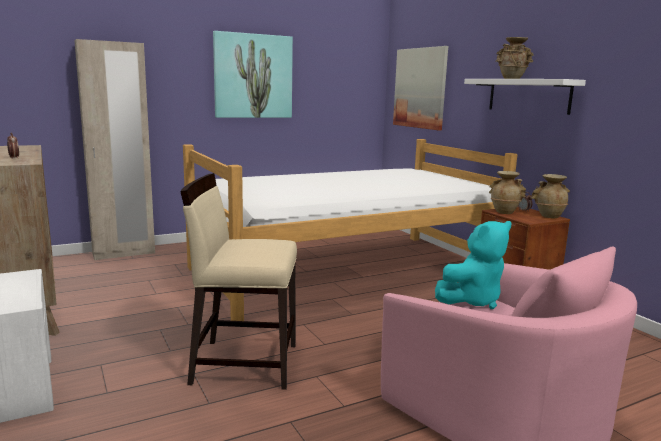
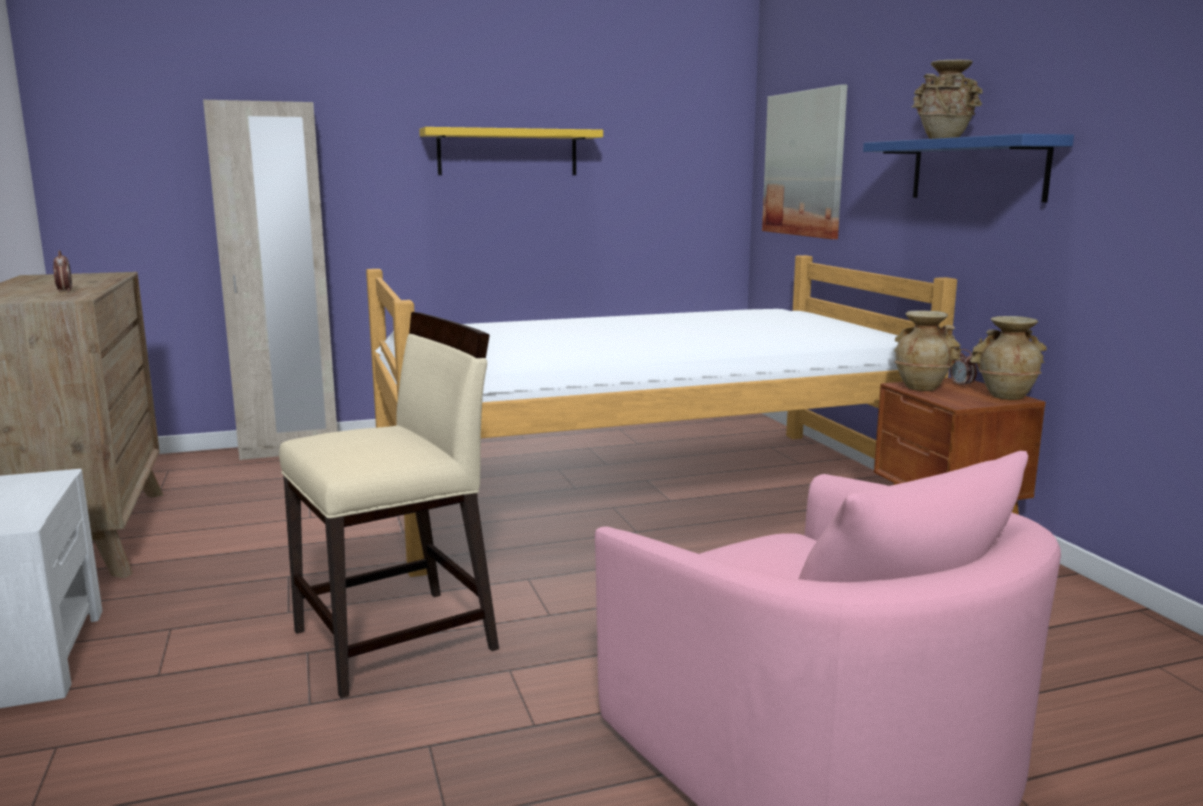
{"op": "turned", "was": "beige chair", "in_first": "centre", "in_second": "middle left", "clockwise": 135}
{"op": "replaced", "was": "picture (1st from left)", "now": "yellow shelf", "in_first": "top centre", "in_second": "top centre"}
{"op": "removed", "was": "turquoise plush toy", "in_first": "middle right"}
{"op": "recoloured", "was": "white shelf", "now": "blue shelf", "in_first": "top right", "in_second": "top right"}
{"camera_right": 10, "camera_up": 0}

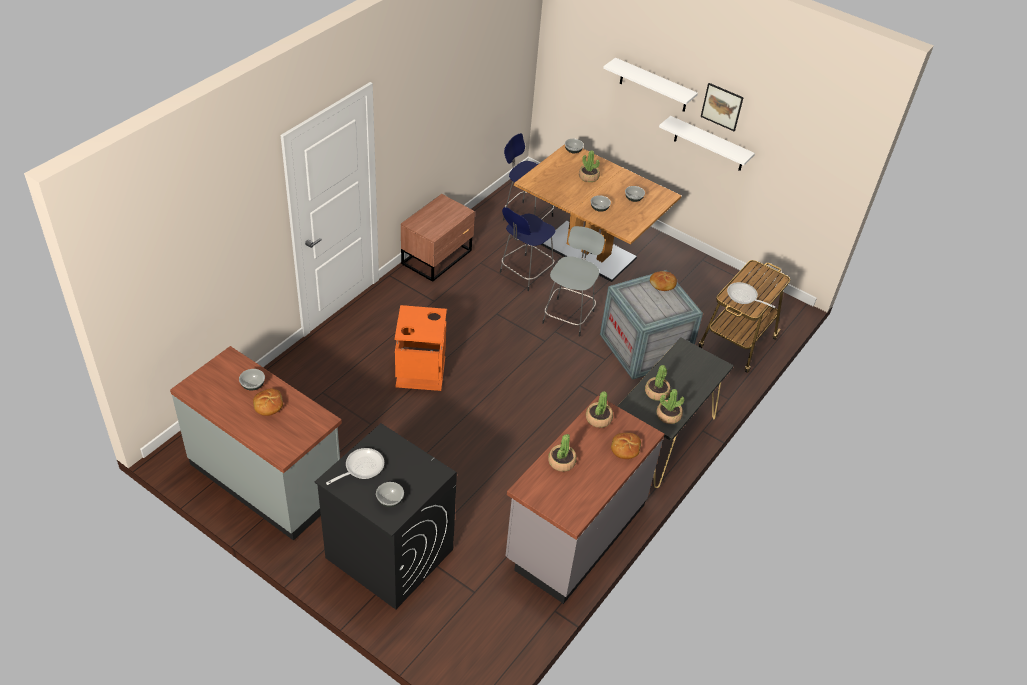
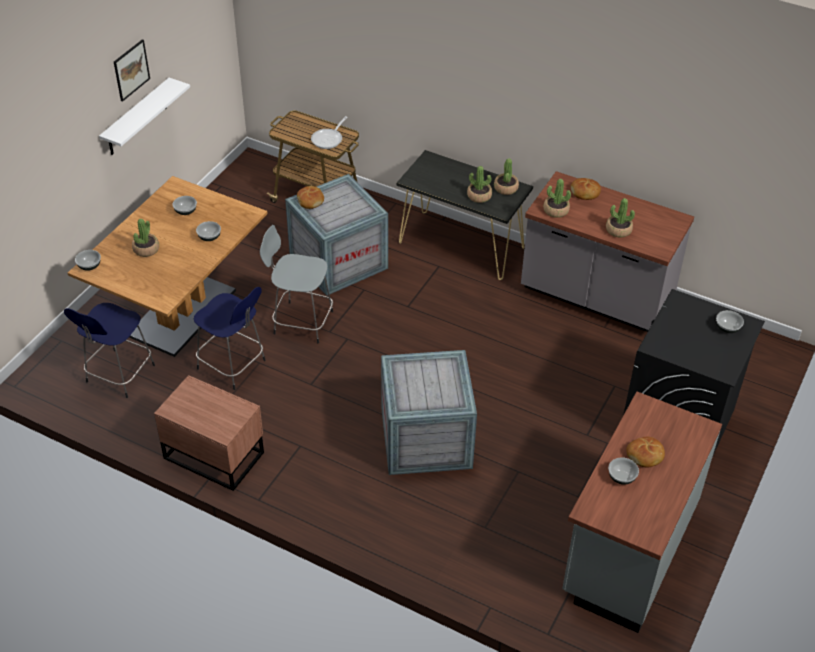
{"op": "removed", "was": "frying pan (1st from left)", "in_first": "bottom centre"}
{"op": "replaced", "was": "orange trash can", "now": "crate (2nd from left)", "in_first": "centre", "in_second": "centre"}
{"op": "removed", "was": "white shelf (1st from left)", "in_first": "top centre"}
{"camera_right": -95, "camera_up": 0}

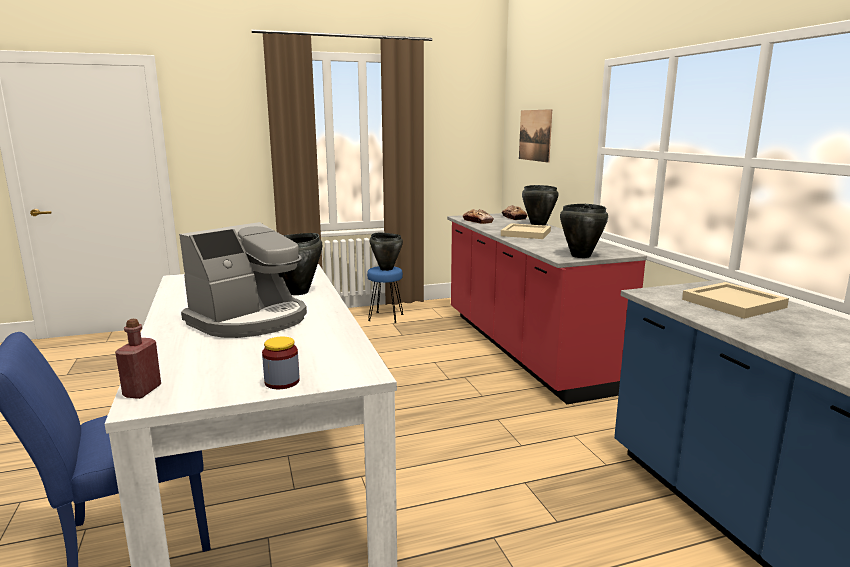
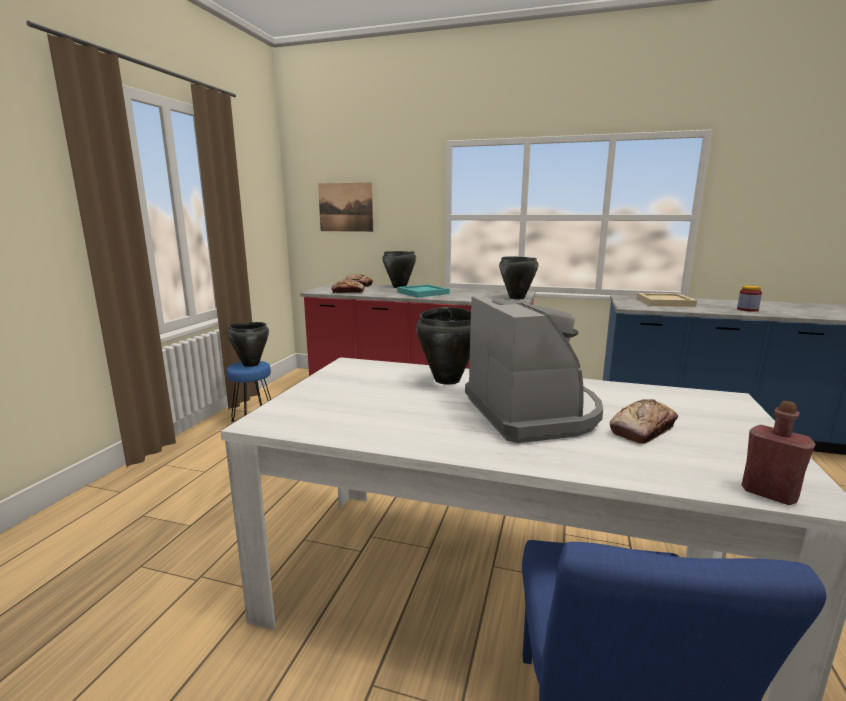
{"op": "moved", "was": "jar", "in_first": "middle left", "in_second": "middle right"}
{"op": "recoloured", "was": "beige tray (1st from left)", "now": "turquoise tray", "in_first": "centre", "in_second": "centre"}
{"op": "added", "now": "bread (3rd from left)", "in_second": "middle right"}
{"camera_right": -55, "camera_up": 0}

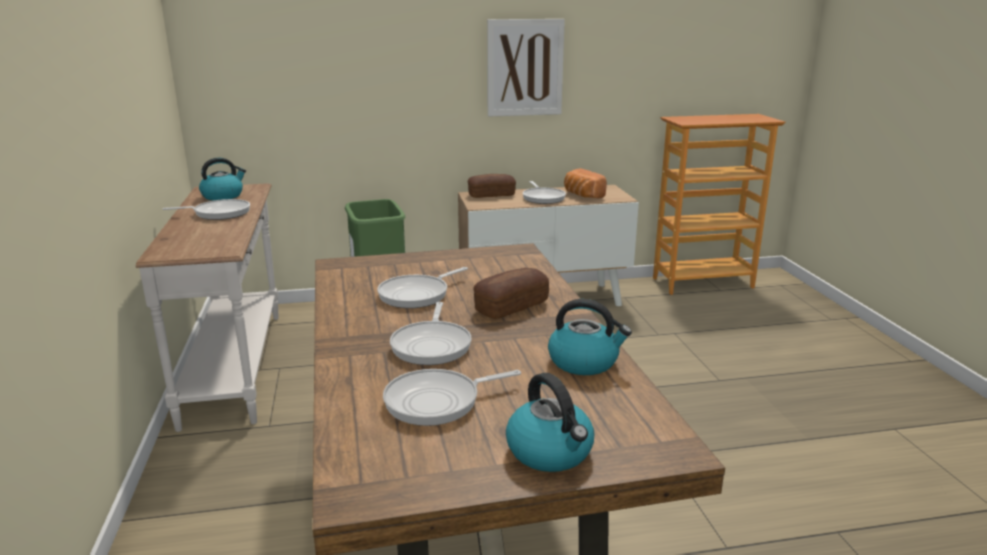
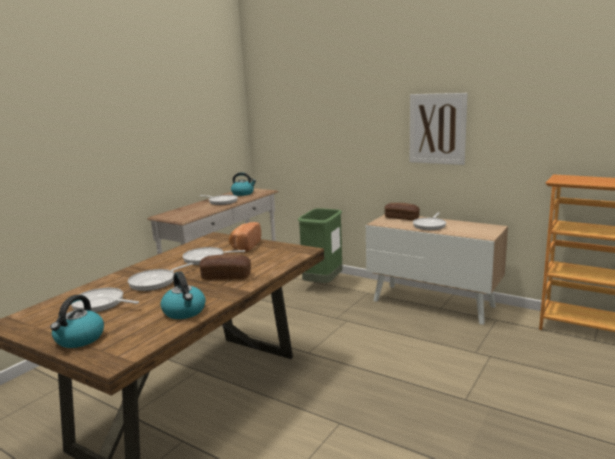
{"op": "moved", "was": "bread (3rd from left in the first image)", "now": "bread (2nd from left)", "in_first": "top centre", "in_second": "centre"}
{"camera_right": 45, "camera_up": -5}

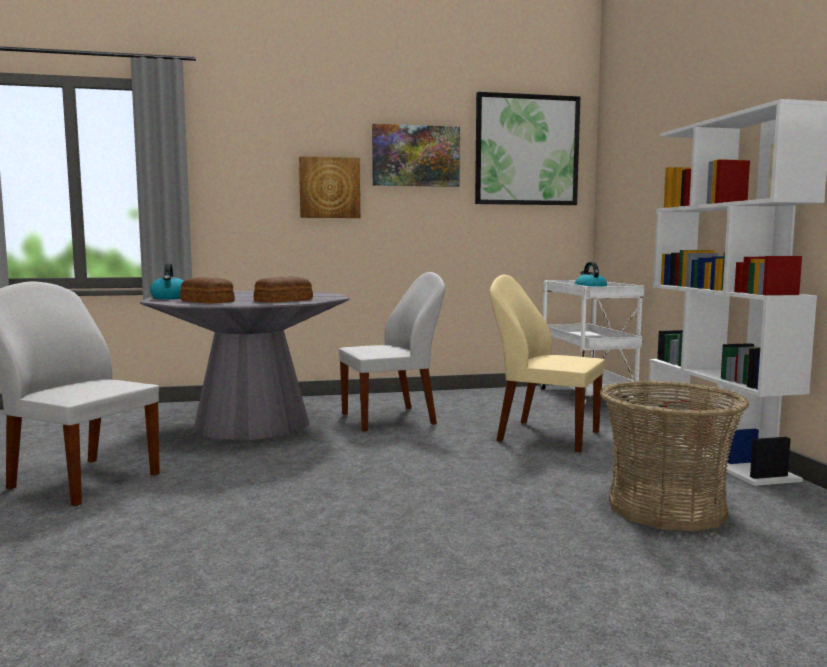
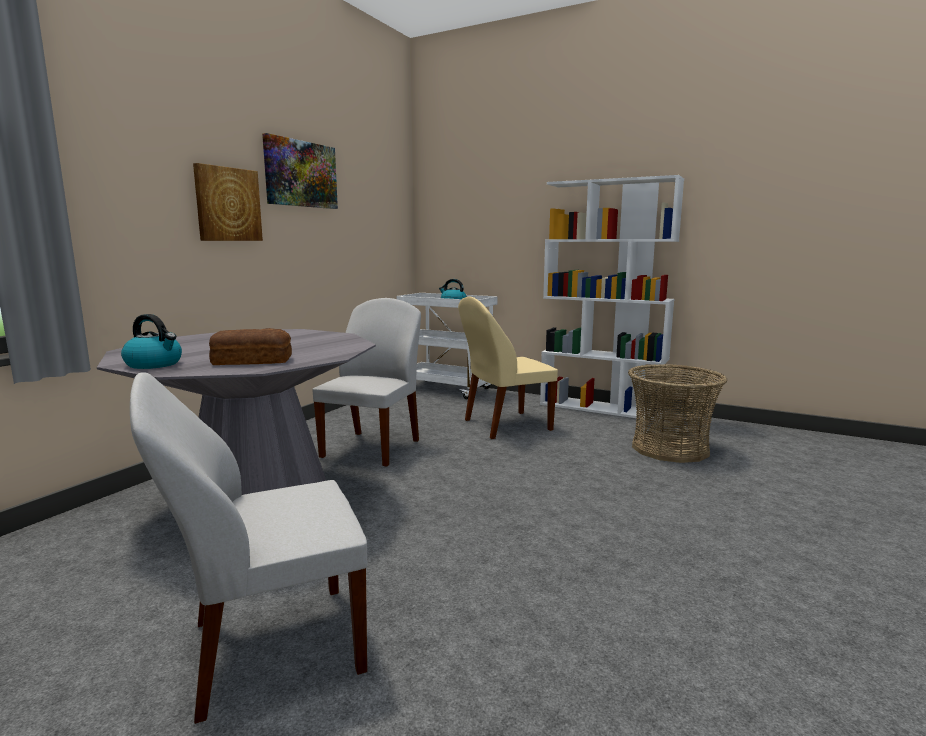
{"op": "removed", "was": "bread (2nd from left)", "in_first": "centre"}
{"op": "removed", "was": "picture (3rd from left)", "in_first": "top centre"}
{"camera_right": -50, "camera_up": 5}

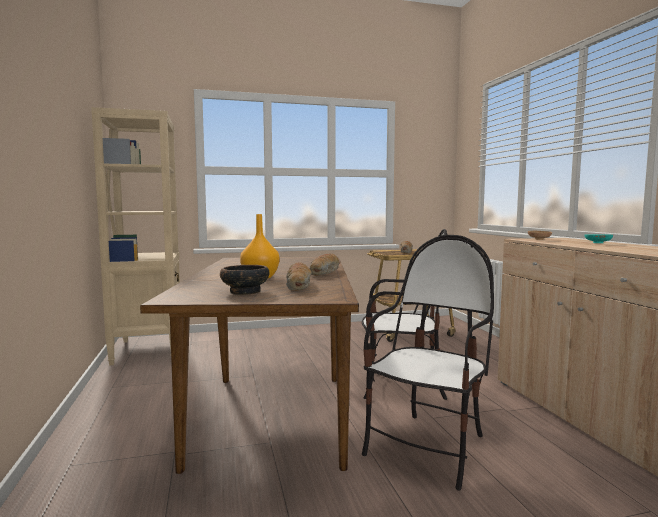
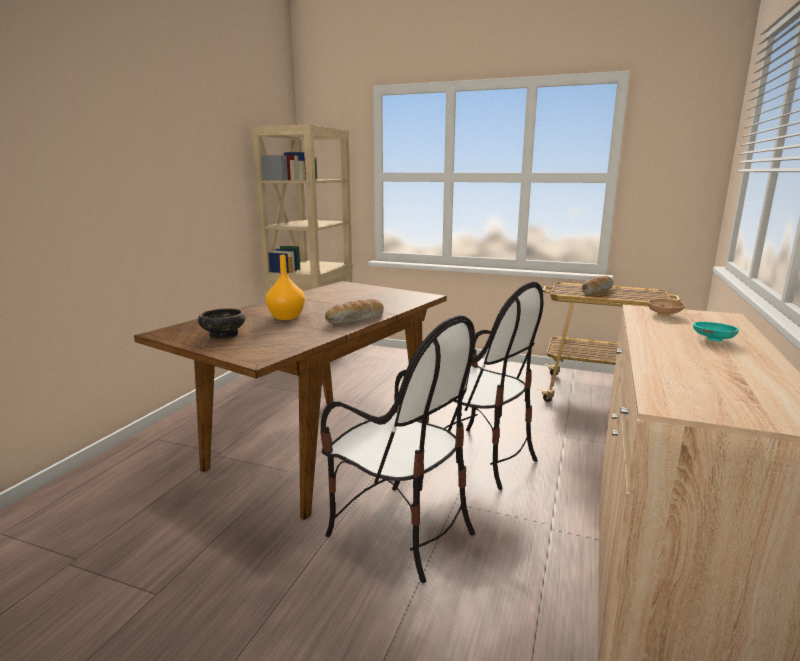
{"op": "removed", "was": "bread (1st from left)", "in_first": "centre"}
{"op": "turned", "was": "chair (2nd from left in the first image)", "in_first": "bottom centre", "in_second": "bottom centre", "clockwise": 60}
{"camera_right": 35, "camera_up": 10}

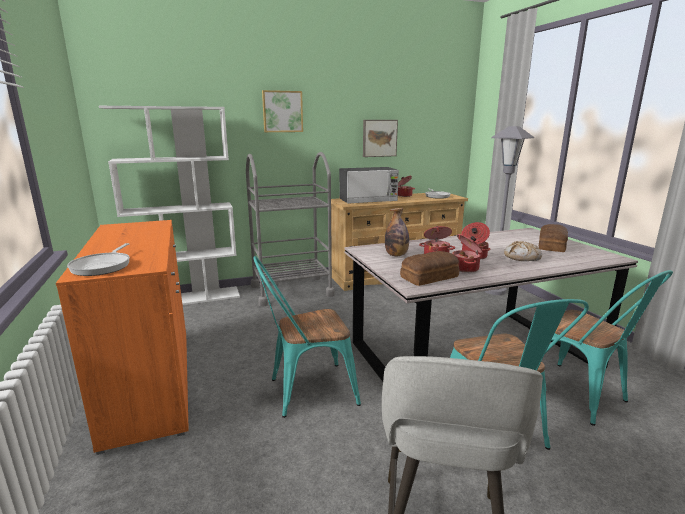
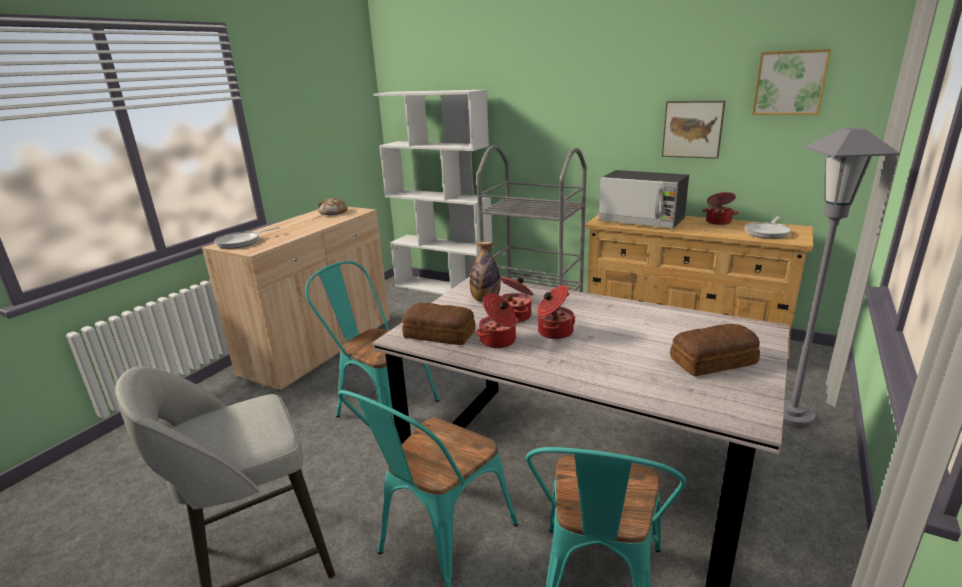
{"op": "recoloured", "was": "orange cabinet", "now": "beige cabinet", "in_first": "middle left", "in_second": "middle left"}
{"op": "moved", "was": "picture (1st from left in the first image)", "now": "picture (2nd from left)", "in_first": "top centre", "in_second": "top right"}
{"op": "moved", "was": "bread (2nd from left in the first image)", "now": "bread (1st from left)", "in_first": "middle right", "in_second": "centre"}
{"camera_right": 50, "camera_up": 5}

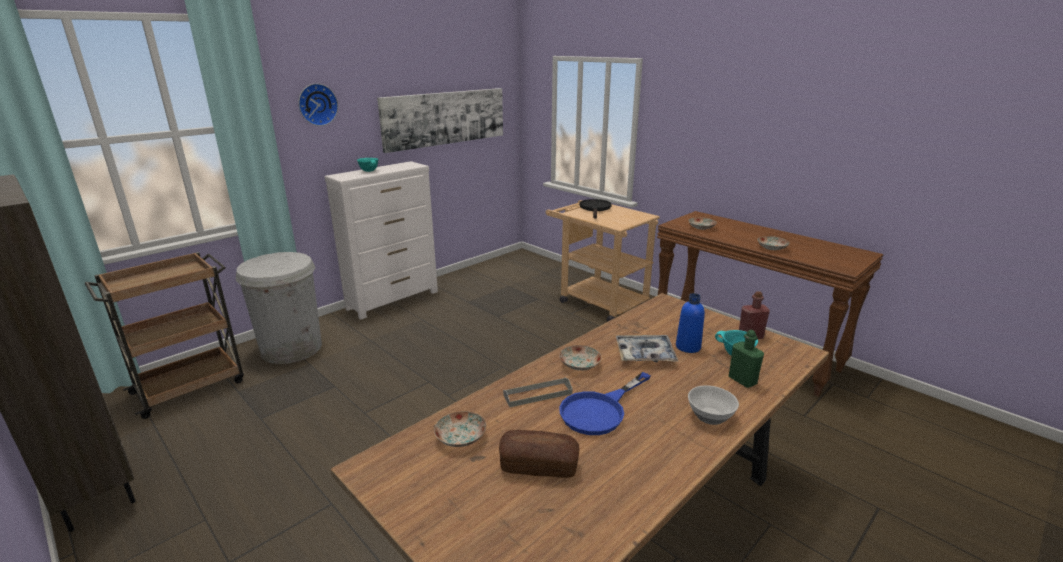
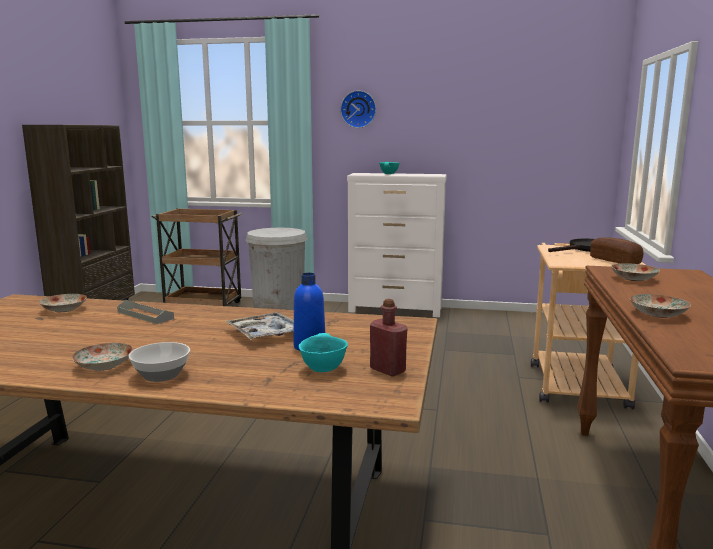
{"op": "removed", "was": "picture", "in_first": "top centre"}
{"op": "moved", "was": "bread", "in_first": "bottom centre", "in_second": "middle right"}
{"op": "removed", "was": "blue frying pan", "in_first": "bottom centre"}
{"op": "moved", "was": "plate (2nd from left)", "in_first": "centre", "in_second": "middle left"}
{"op": "removed", "was": "green bottle", "in_first": "middle right"}
{"camera_right": 55, "camera_up": -10}

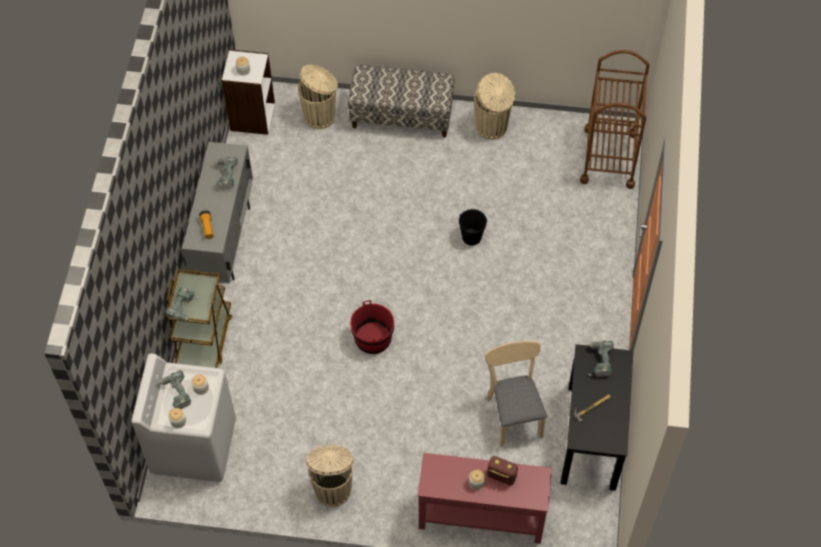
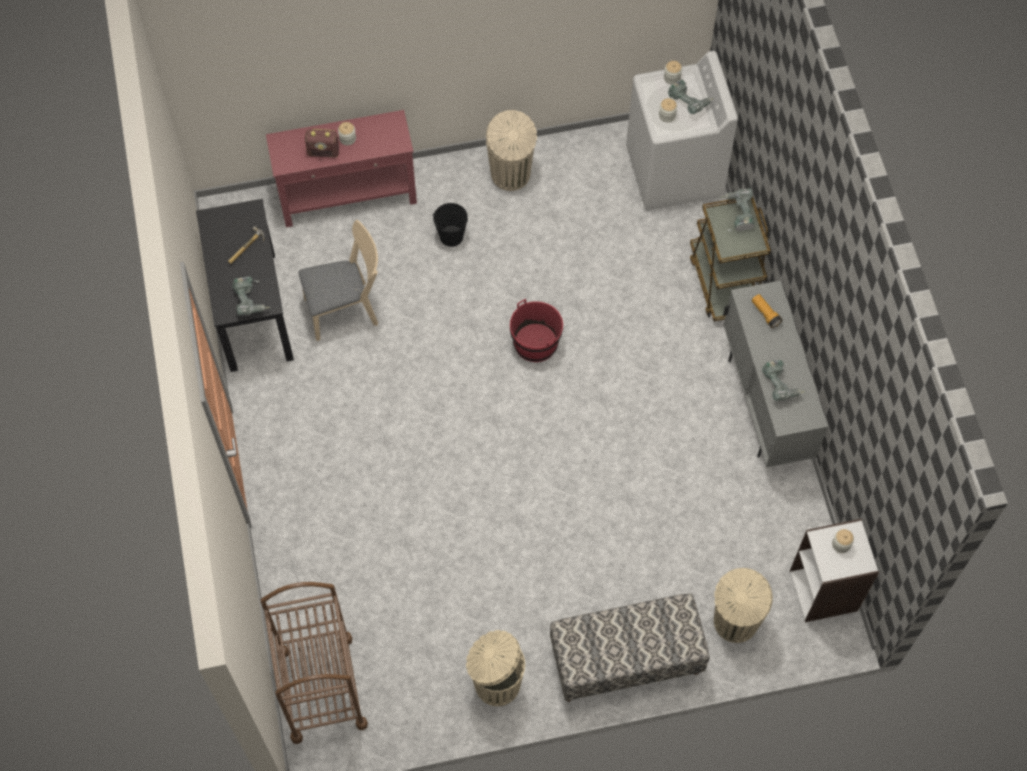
{"op": "moved", "was": "black bucket", "in_first": "centre", "in_second": "top centre"}
{"op": "turned", "was": "beige chair", "in_first": "bottom centre", "in_second": "middle left", "clockwise": -75}
{"camera_right": 160, "camera_up": 5}

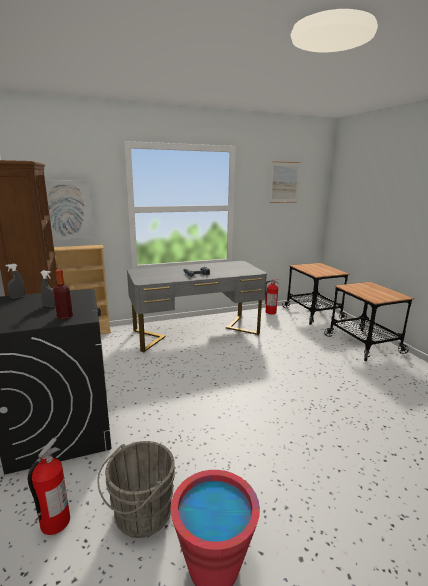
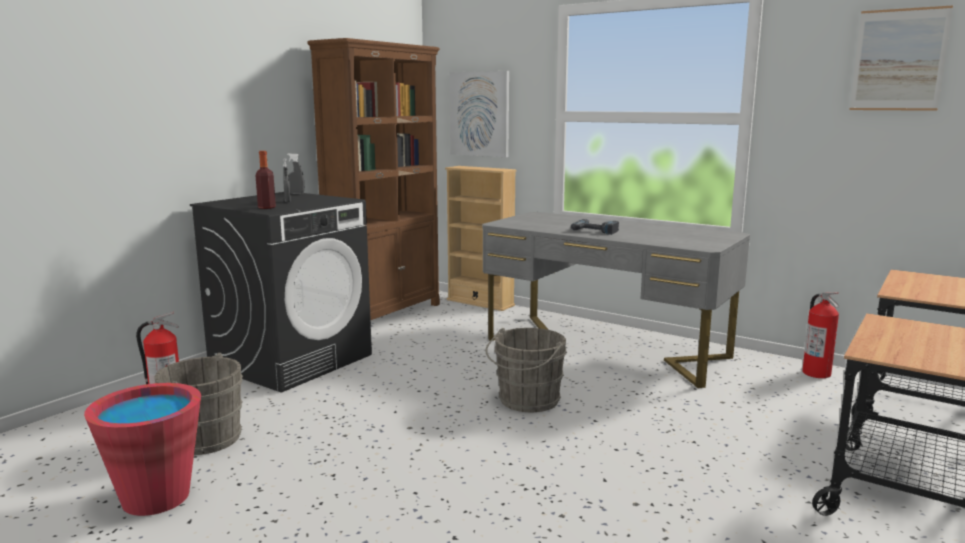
{"op": "added", "now": "grey bucket (2nd from left)", "in_second": "bottom centre"}
{"camera_right": 55, "camera_up": -5}

